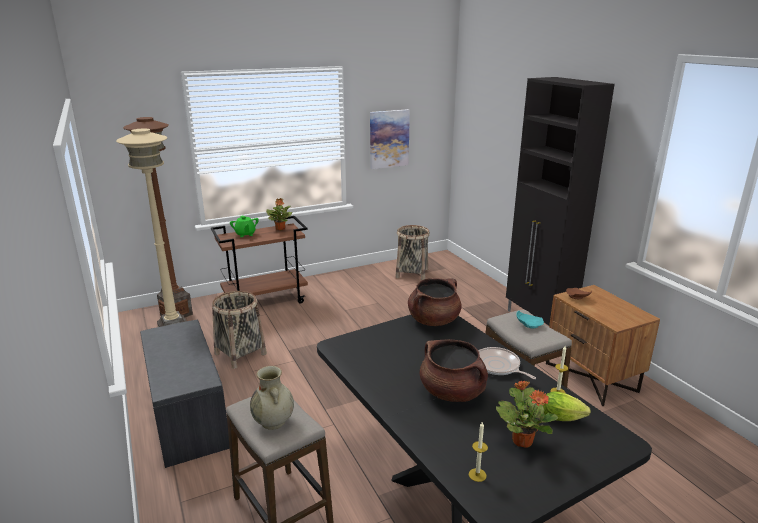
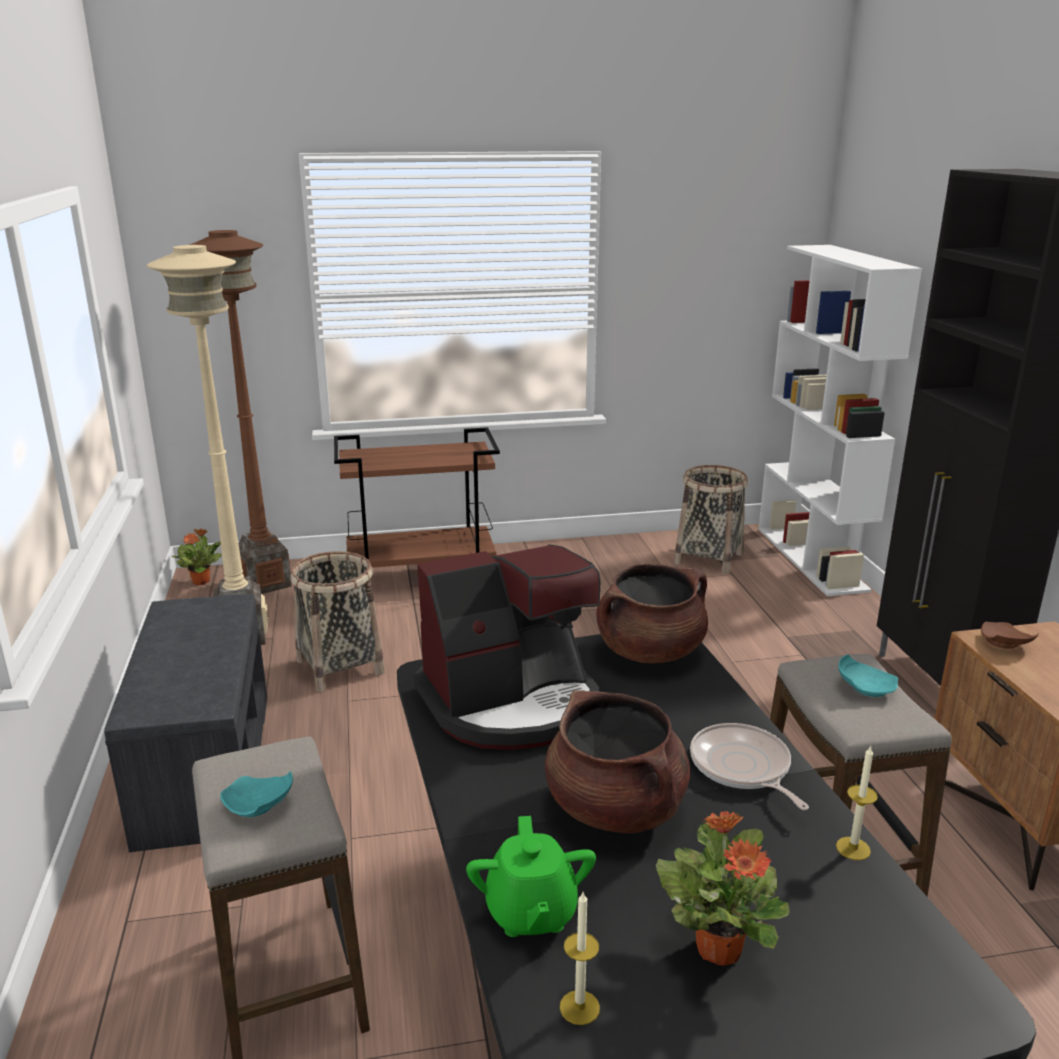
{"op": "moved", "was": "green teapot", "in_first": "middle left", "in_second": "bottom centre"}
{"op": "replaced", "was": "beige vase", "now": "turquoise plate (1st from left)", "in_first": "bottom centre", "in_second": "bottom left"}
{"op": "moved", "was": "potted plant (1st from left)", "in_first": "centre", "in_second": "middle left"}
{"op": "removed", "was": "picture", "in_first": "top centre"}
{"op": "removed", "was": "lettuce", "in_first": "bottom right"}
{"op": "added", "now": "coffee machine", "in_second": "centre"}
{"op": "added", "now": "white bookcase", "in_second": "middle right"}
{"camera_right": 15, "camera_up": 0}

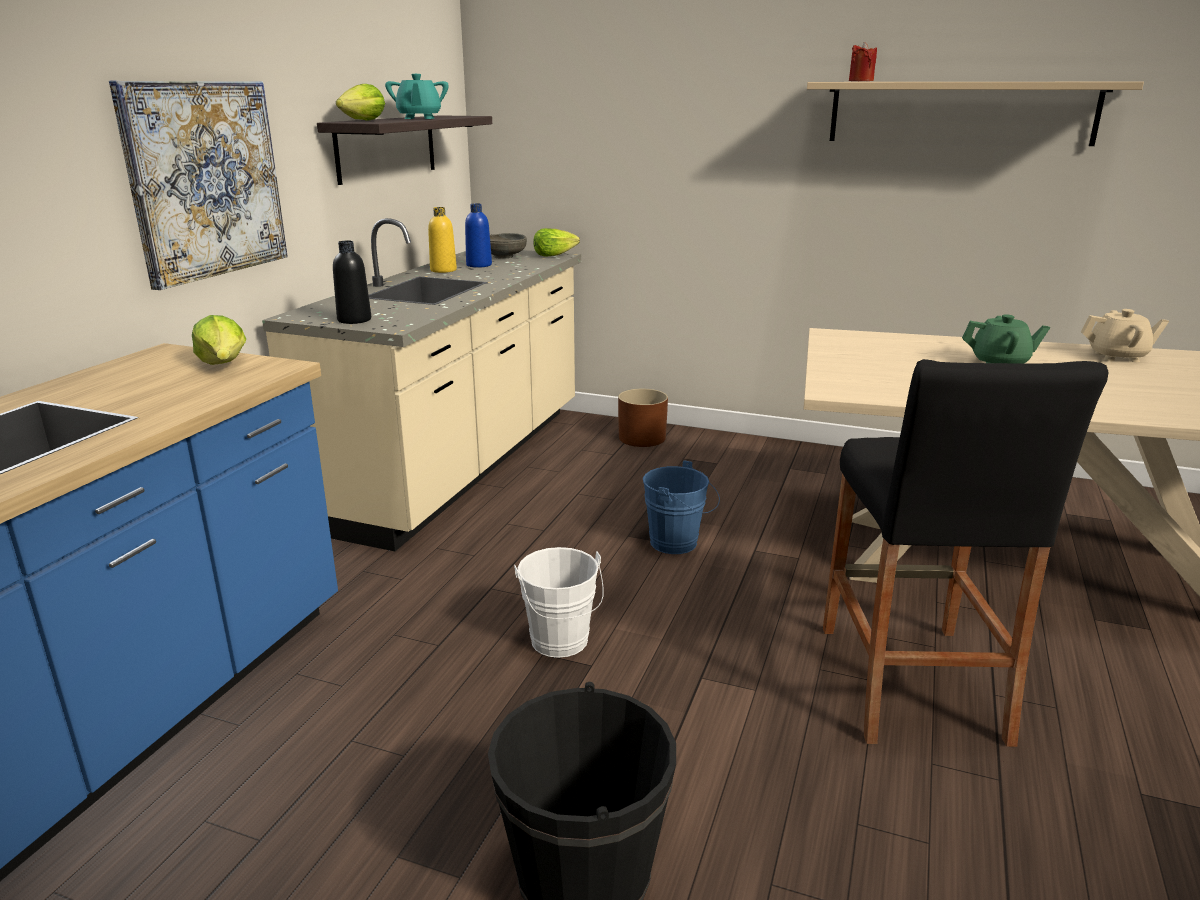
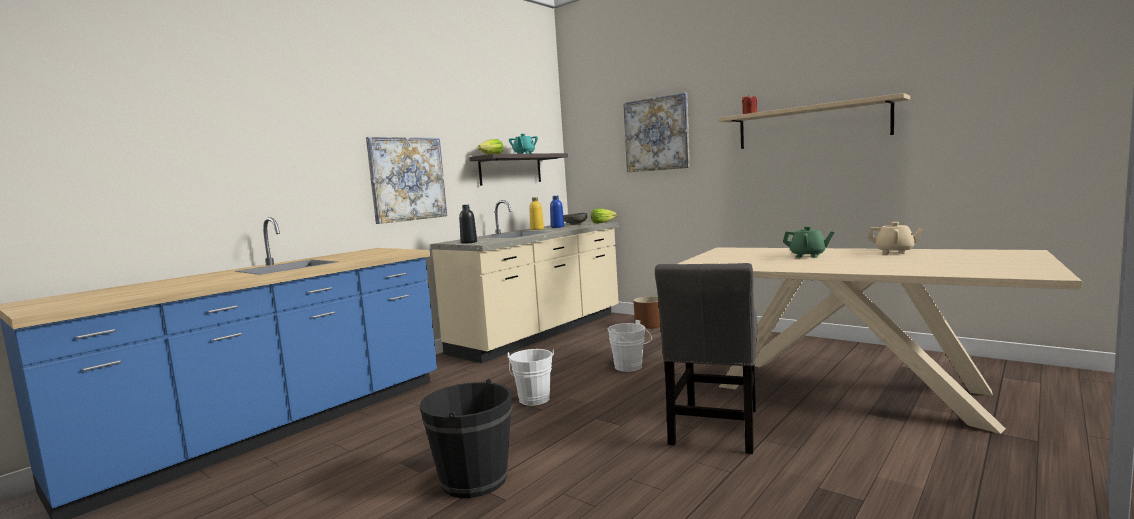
{"op": "removed", "was": "lettuce (1st from left)", "in_first": "middle left"}
{"op": "recoloured", "was": "blue bucket", "now": "white bucket (2nd from left)", "in_first": "centre", "in_second": "bottom centre"}
{"op": "replaced", "was": "black stool", "now": "grey chair", "in_first": "middle right", "in_second": "bottom centre"}
{"op": "added", "now": "picture (2nd from left)", "in_second": "top centre"}
{"camera_right": 20, "camera_up": -15}

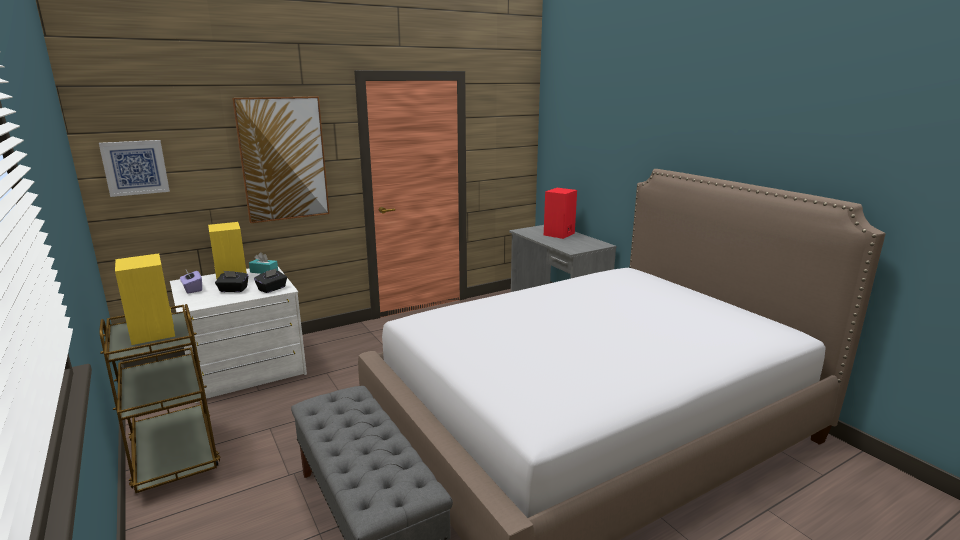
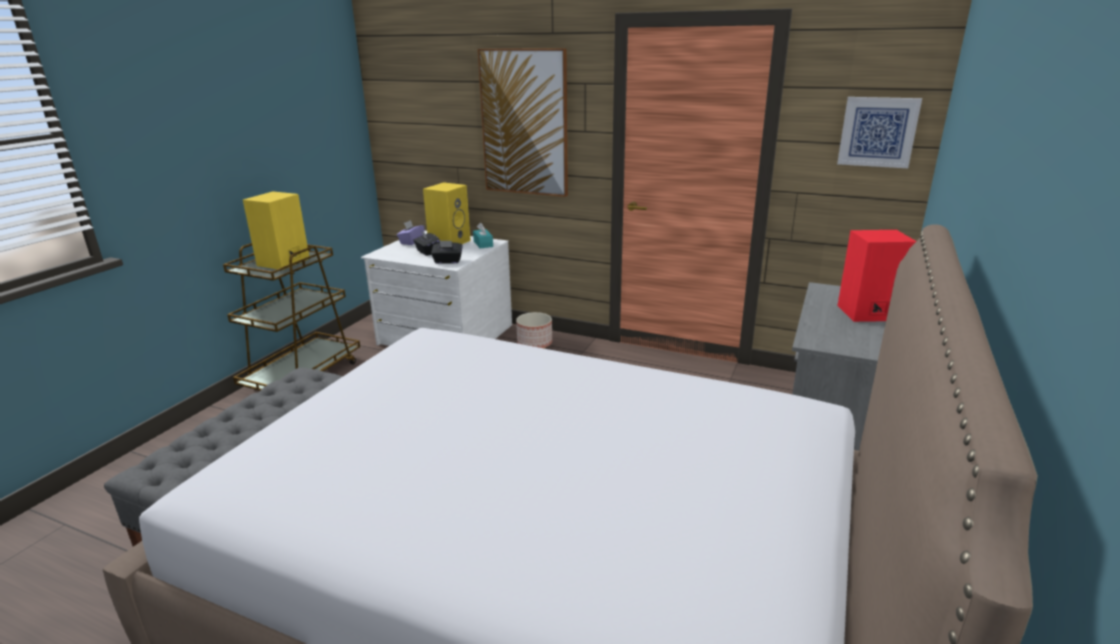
{"op": "moved", "was": "picture (1st from left in the first image)", "now": "picture (2nd from left)", "in_first": "top left", "in_second": "top right"}
{"op": "added", "now": "planter", "in_second": "centre"}
{"camera_right": 55, "camera_up": 5}

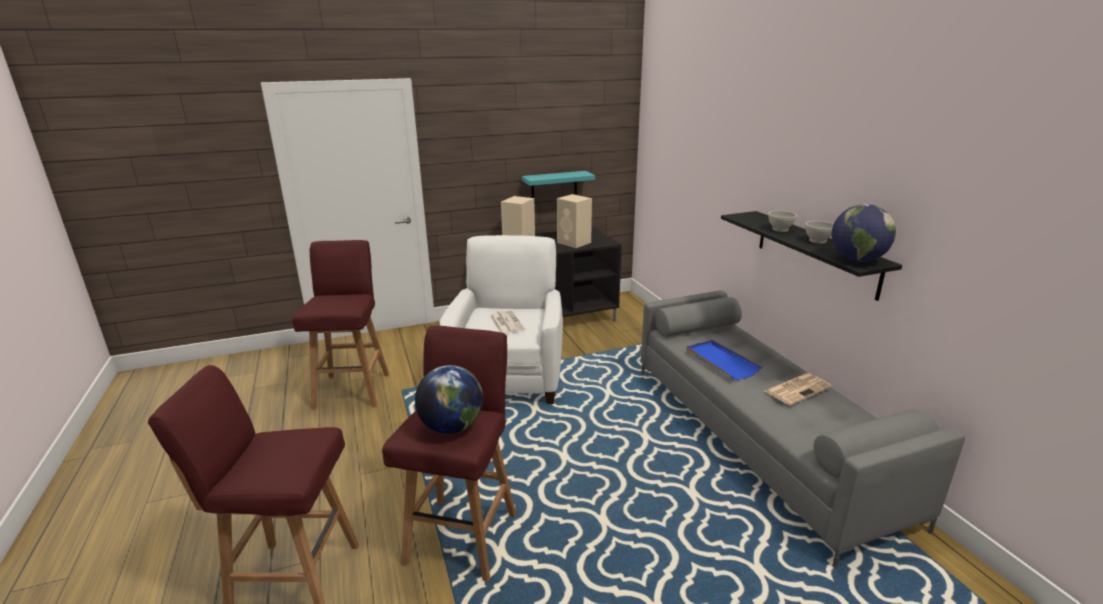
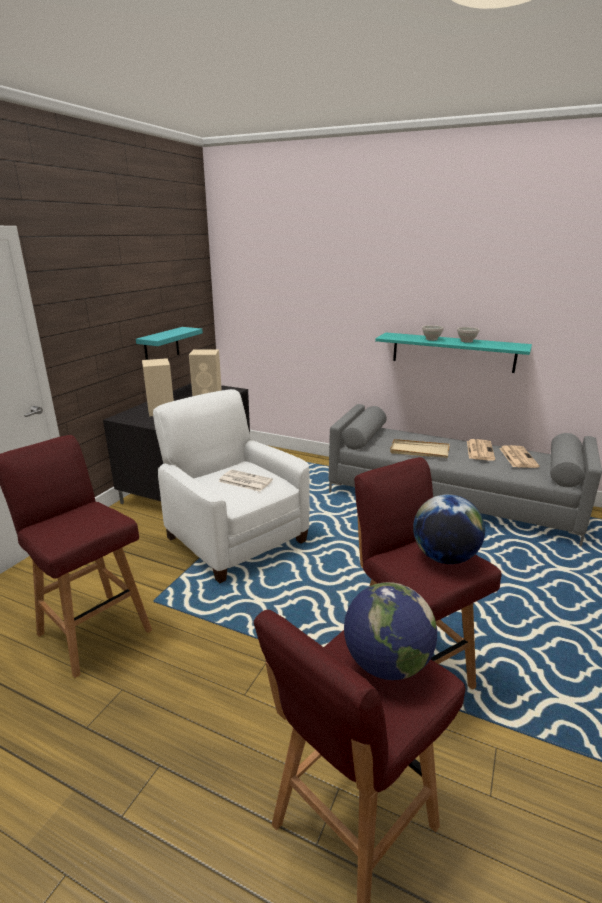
{"op": "recoloured", "was": "blue tray", "now": "beige tray", "in_first": "centre", "in_second": "middle right"}
{"op": "recoloured", "was": "black shelf", "now": "turquoise shelf (2nd from left)", "in_first": "middle right", "in_second": "middle right"}
{"op": "moved", "was": "globe (2nd from left in the first image)", "now": "globe (1st from left)", "in_first": "middle right", "in_second": "bottom centre"}
{"op": "added", "now": "newspaper (3rd from left)", "in_second": "middle right"}
{"camera_right": -45, "camera_up": 0}

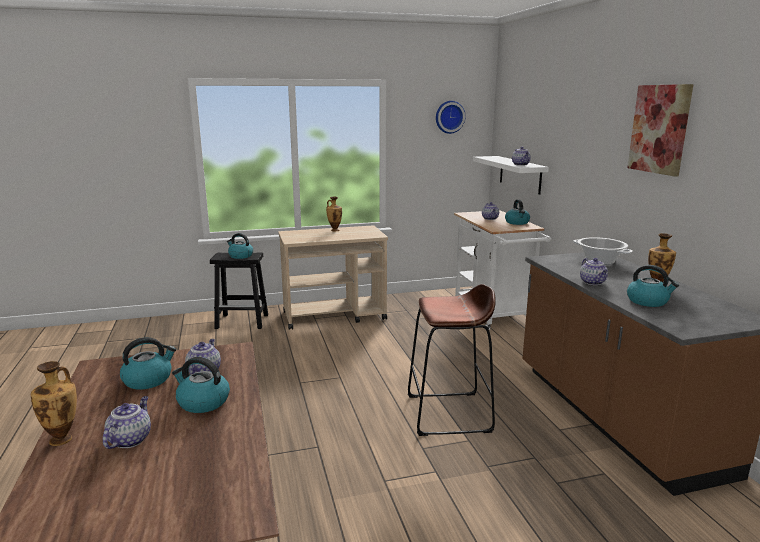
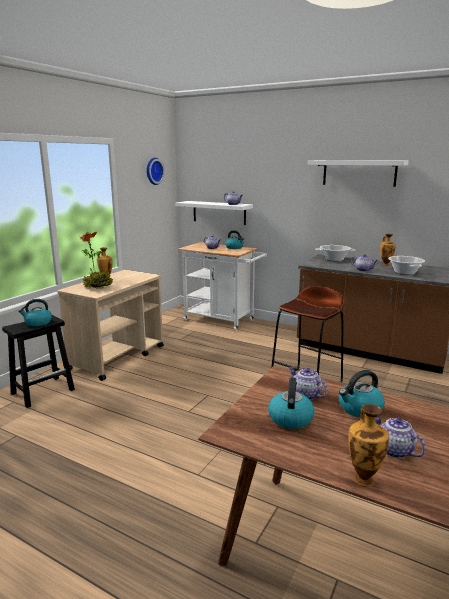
{"op": "replaced", "was": "picture", "now": "white shelf (2nd from left)", "in_first": "top right", "in_second": "top right"}
{"op": "replaced", "was": "kettle (5th from left)", "now": "cooking pot (2nd from left)", "in_first": "middle right", "in_second": "middle right"}
{"op": "added", "now": "potted plant", "in_second": "middle left"}
{"camera_right": -45, "camera_up": 0}

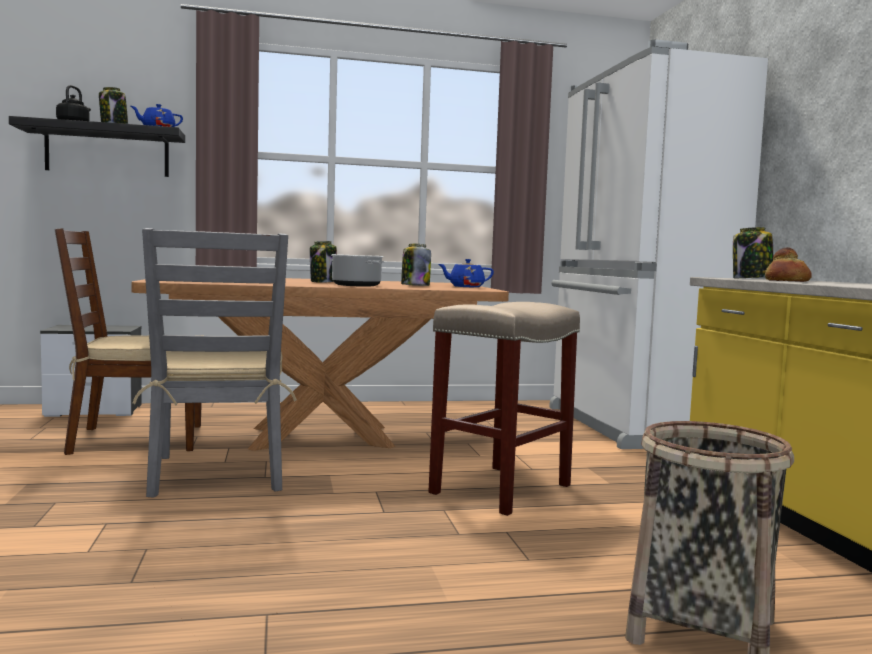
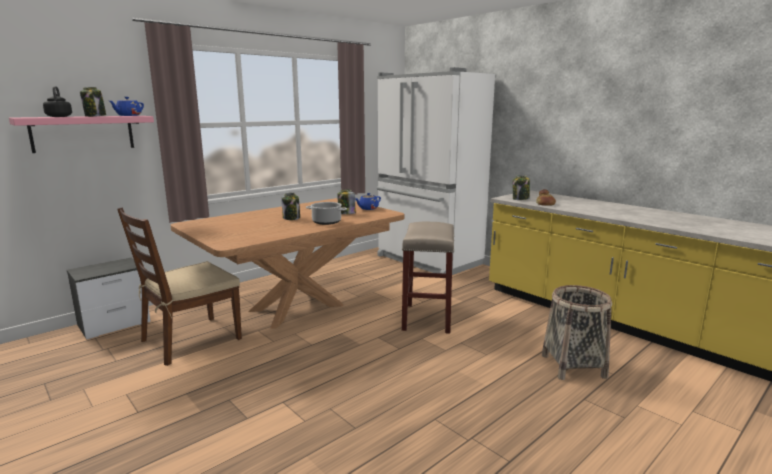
{"op": "recoloured", "was": "black shelf", "now": "pink shelf", "in_first": "top left", "in_second": "top left"}
{"op": "removed", "was": "grey chair", "in_first": "middle left"}
{"camera_right": -30, "camera_up": 10}

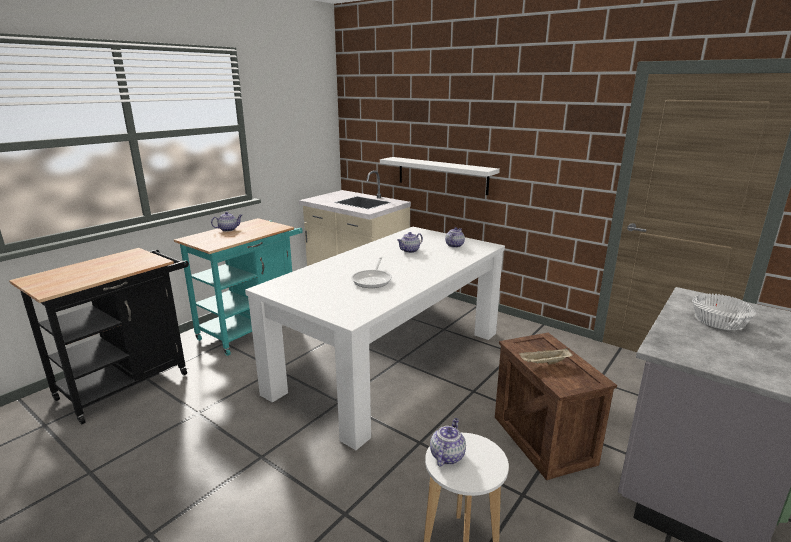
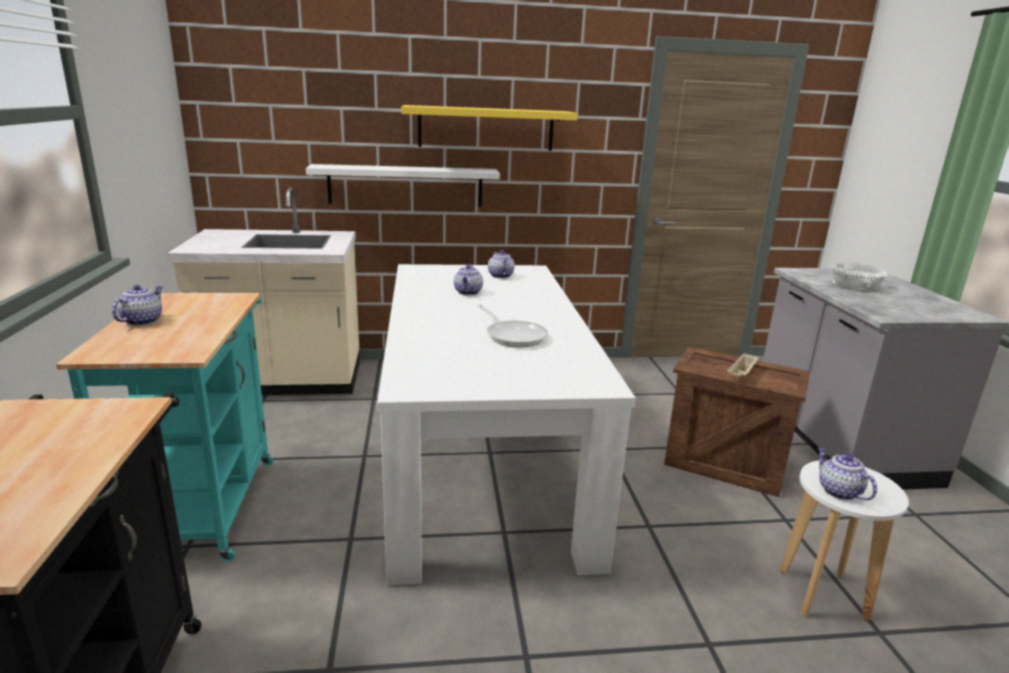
{"op": "added", "now": "yellow shelf", "in_second": "top centre"}
{"camera_right": -45, "camera_up": 0}

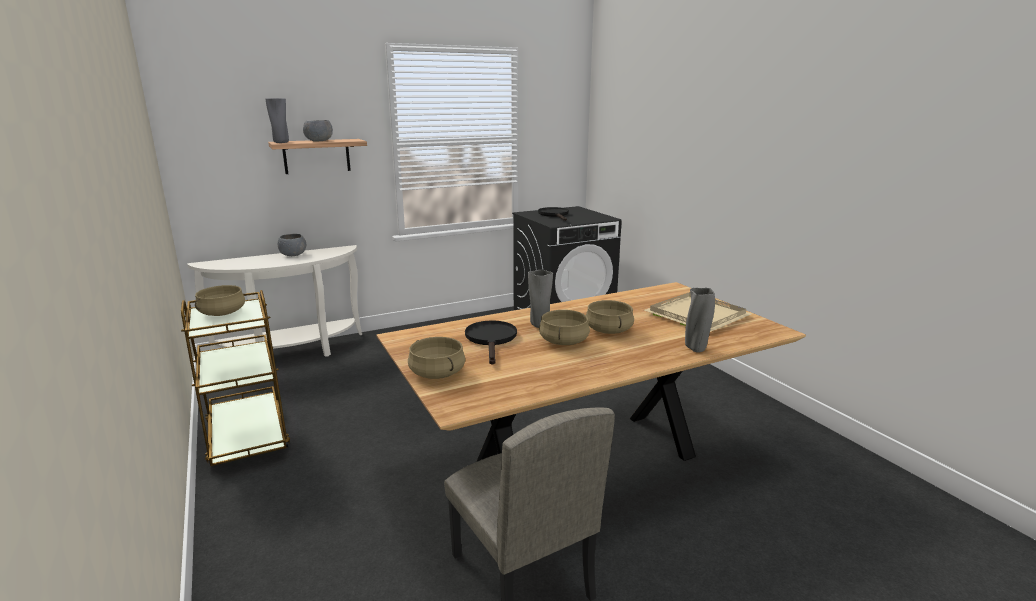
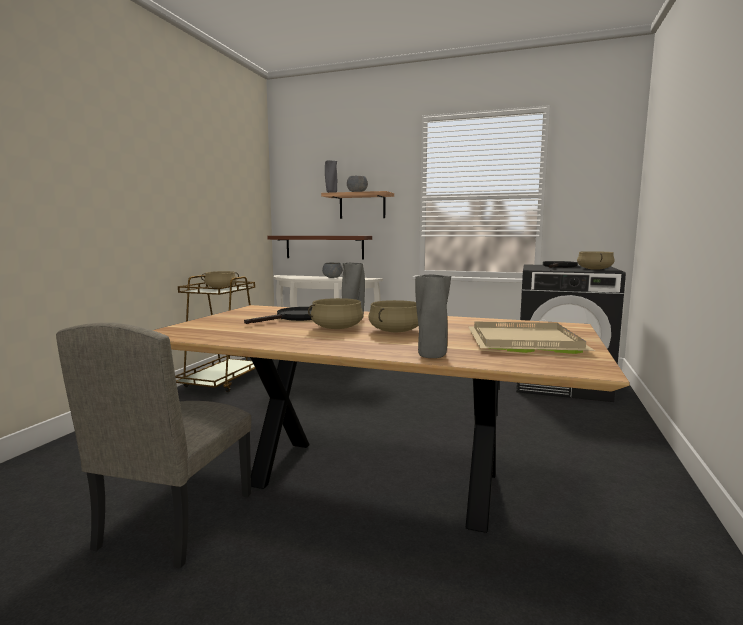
{"op": "moved", "was": "beige cooking pot (2nd from left in the first image)", "now": "beige cooking pot (4th from left)", "in_first": "centre", "in_second": "middle right"}
{"op": "added", "now": "shelf (1st from left)", "in_second": "centre"}
{"camera_right": 45, "camera_up": -10}

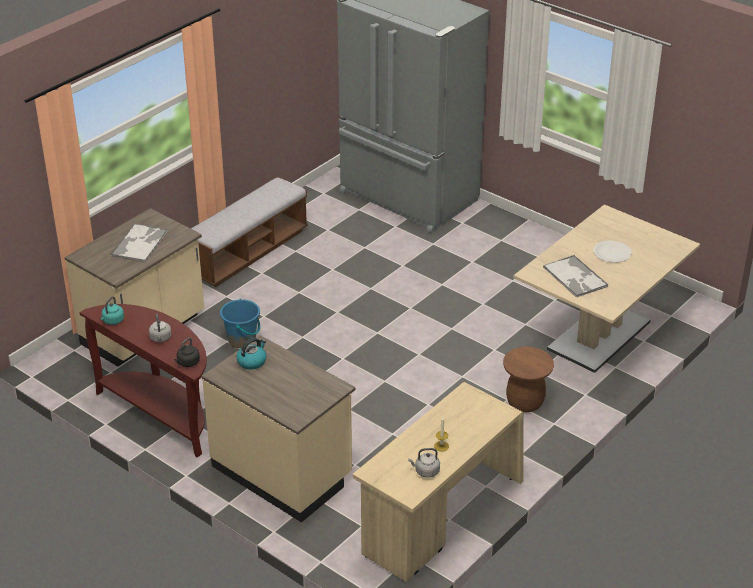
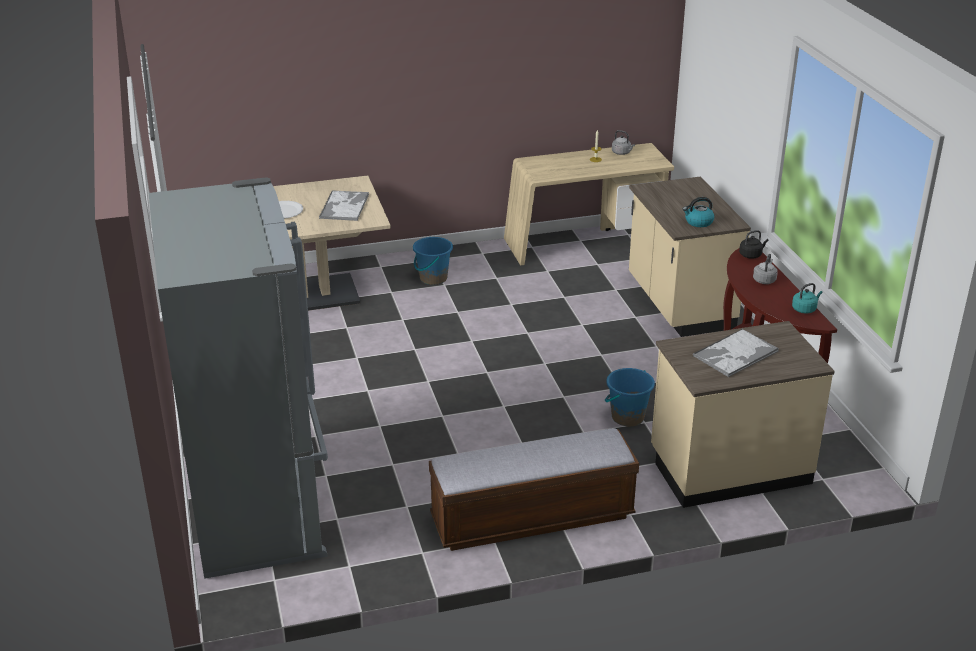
{"op": "replaced", "was": "brown stool", "now": "blue bucket (1st from left)", "in_first": "middle right", "in_second": "centre"}
{"camera_right": -145, "camera_up": -5}

